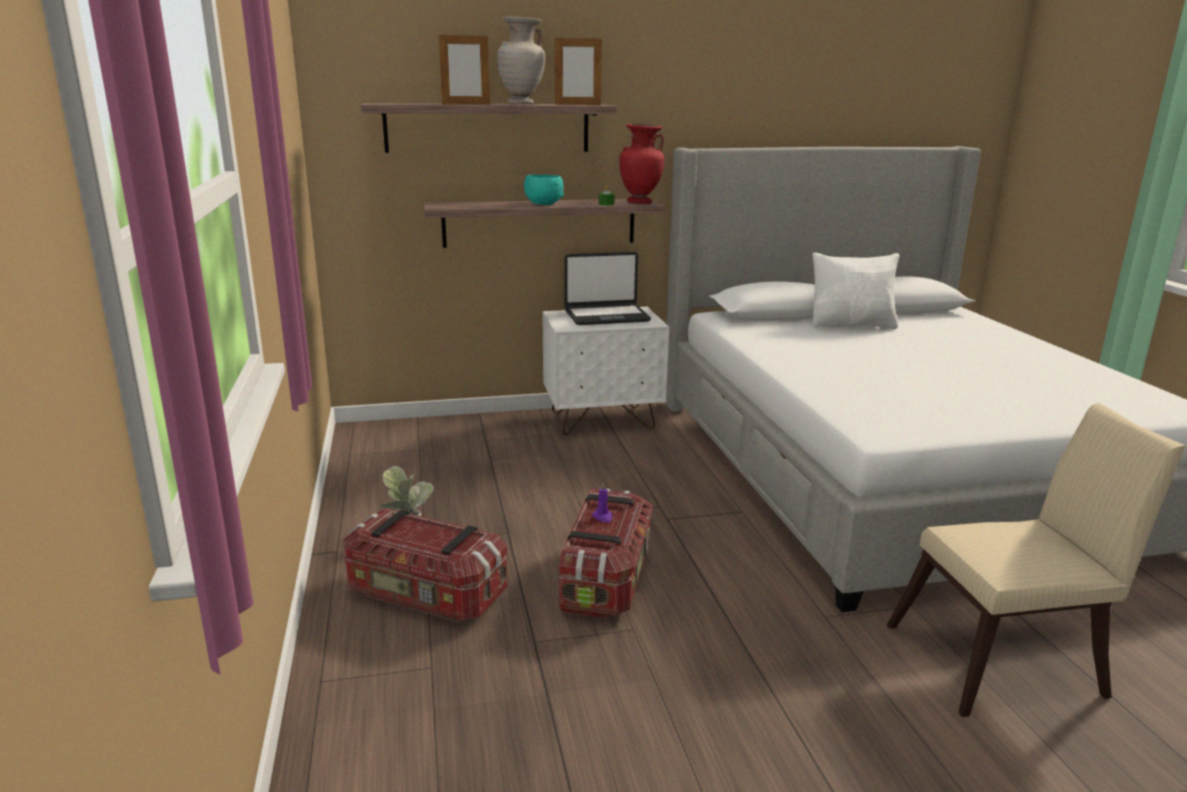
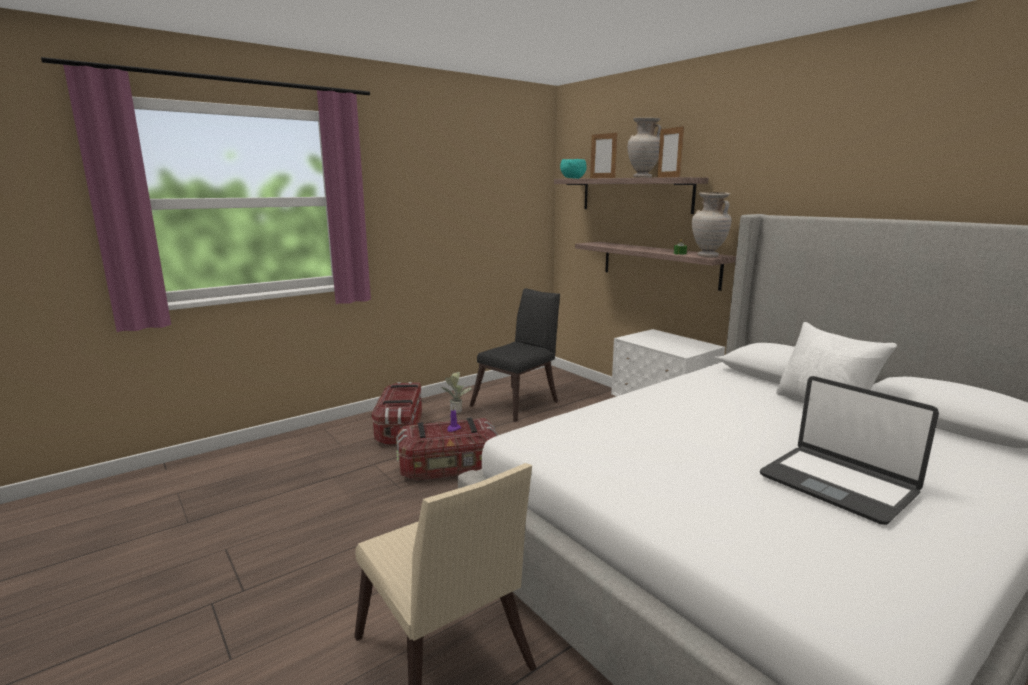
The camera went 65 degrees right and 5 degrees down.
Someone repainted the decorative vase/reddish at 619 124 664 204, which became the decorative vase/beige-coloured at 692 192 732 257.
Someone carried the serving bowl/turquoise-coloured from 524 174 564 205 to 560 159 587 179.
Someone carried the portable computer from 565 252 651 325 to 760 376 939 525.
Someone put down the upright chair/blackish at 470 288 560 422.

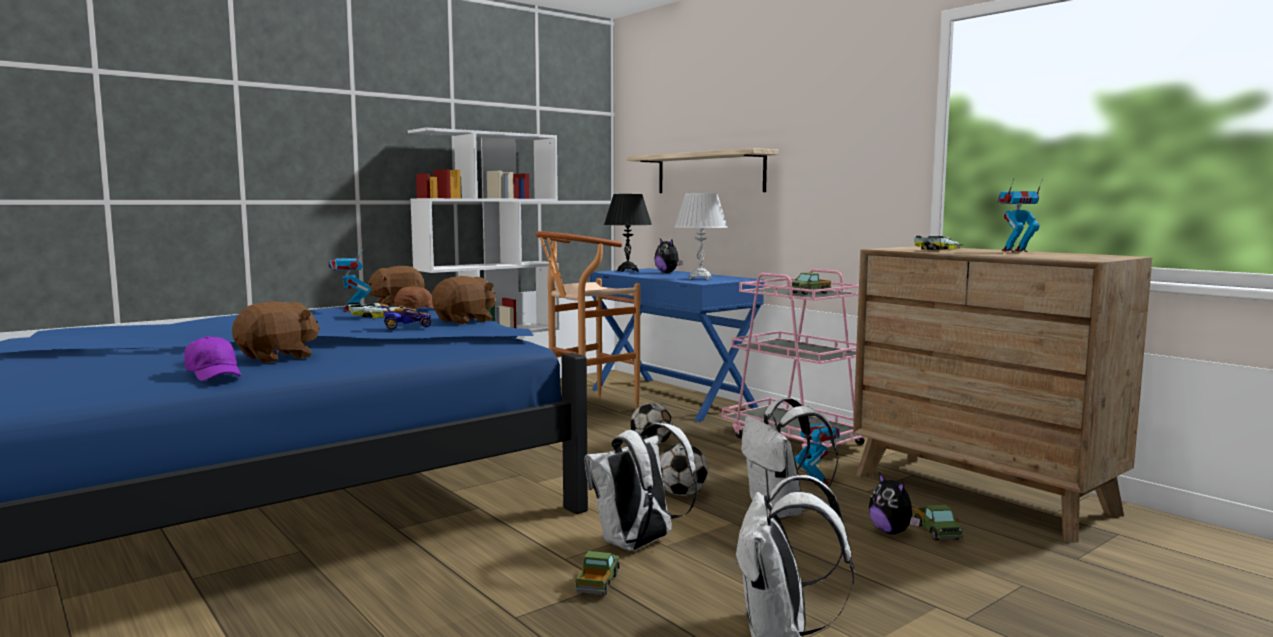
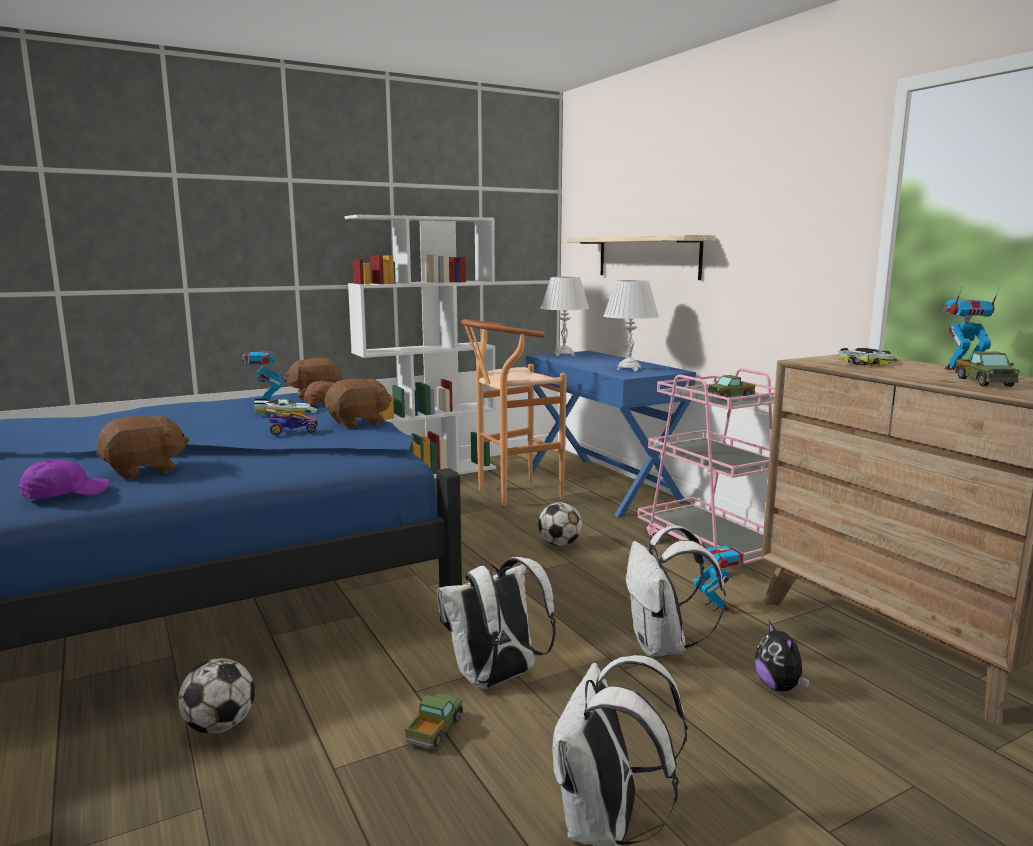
The camera went 10 degrees right and 5 degrees up.
Someone repainted the tabletop lamp/blackish at 604 194 652 272, which became the tabletop lamp/white-coloured at 541 277 589 356.
Someone took away the plush toy at 654 239 683 273.
Someone rotated the baseball cap/purplish at 184 336 241 381 by 90 degrees counterclockwise.
Someone carried the football ball from 660 444 708 496 to 178 658 255 734.
Someone carried the model truck from 914 505 963 541 to 955 351 1020 387.

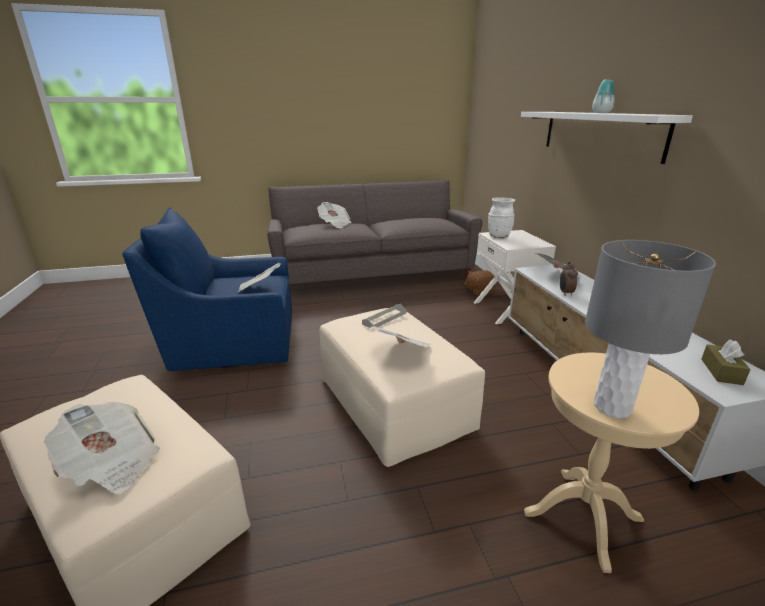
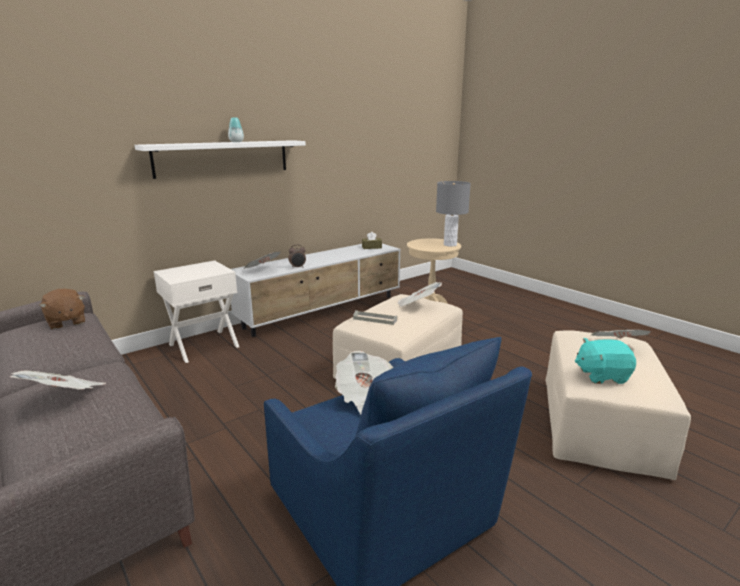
The camera went 115 degrees left and 5 degrees down.
Someone took away the decorative vase/white-coloured at 488 197 515 238.
Someone carried the plush toy/brownish from 464 270 496 295 to 39 289 85 329.
Someone put down the plush toy/turquoise-coloured at 575 338 636 384.

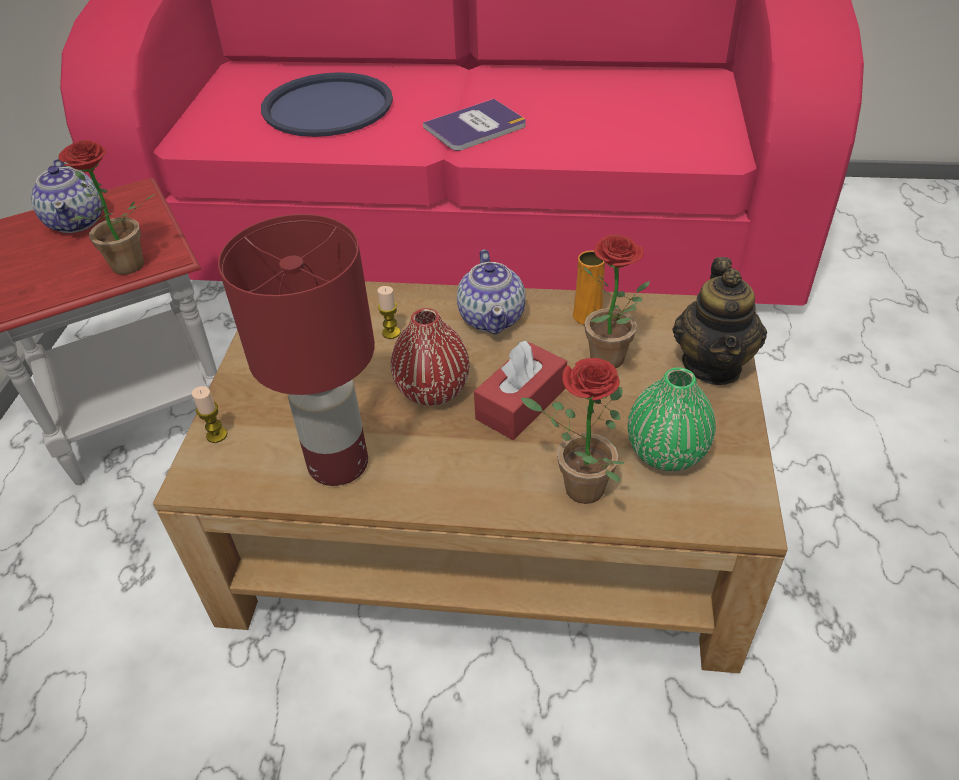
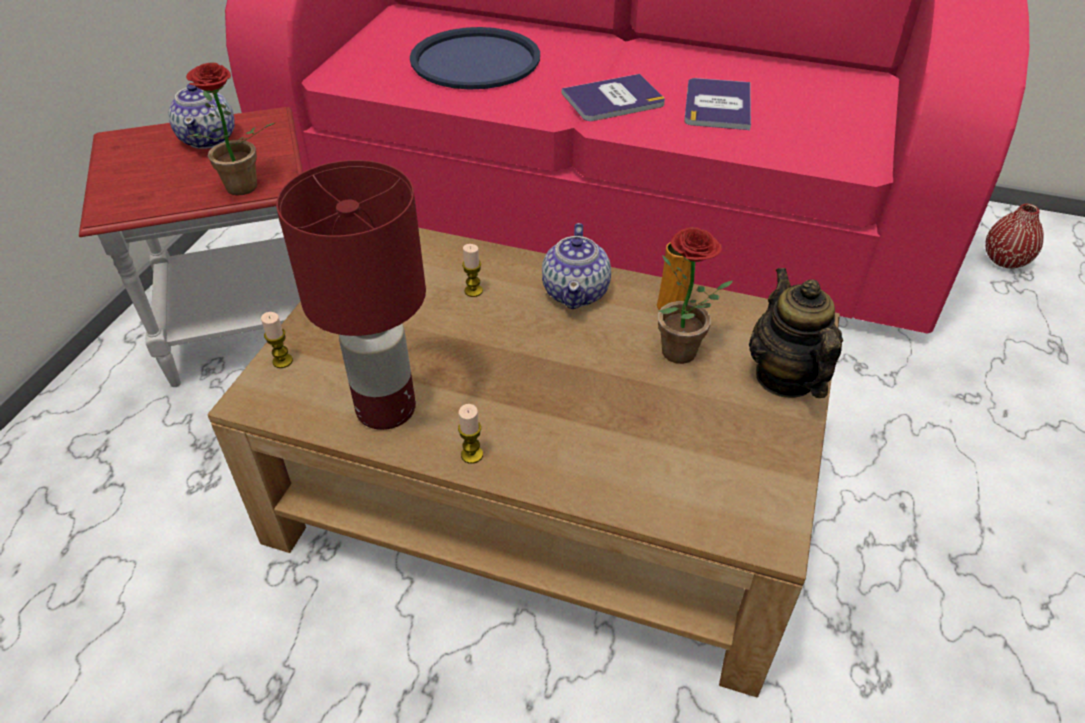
The camera went 10 degrees right and 0 degrees up.
Someone rotated the pot for tea at 672 257 767 385 by 150 degrees clockwise.
Someone carried the decorative vase/reddish from 391 308 469 405 to 985 204 1044 268.
Someone took away the tissue box/reddish at 474 341 567 440.
Someone took away the houseplant at 521 358 625 504.
Someone took away the decorative vase/greenish at 628 367 716 471.
Someone put down the book at 684 78 751 130.
Someone put down the candle at 458 404 483 464.

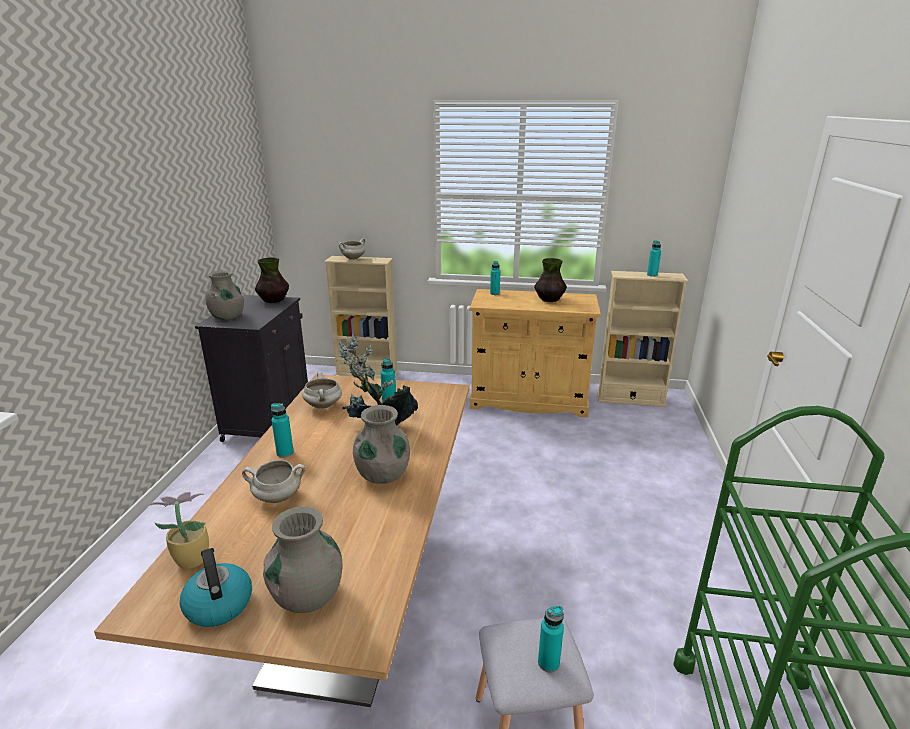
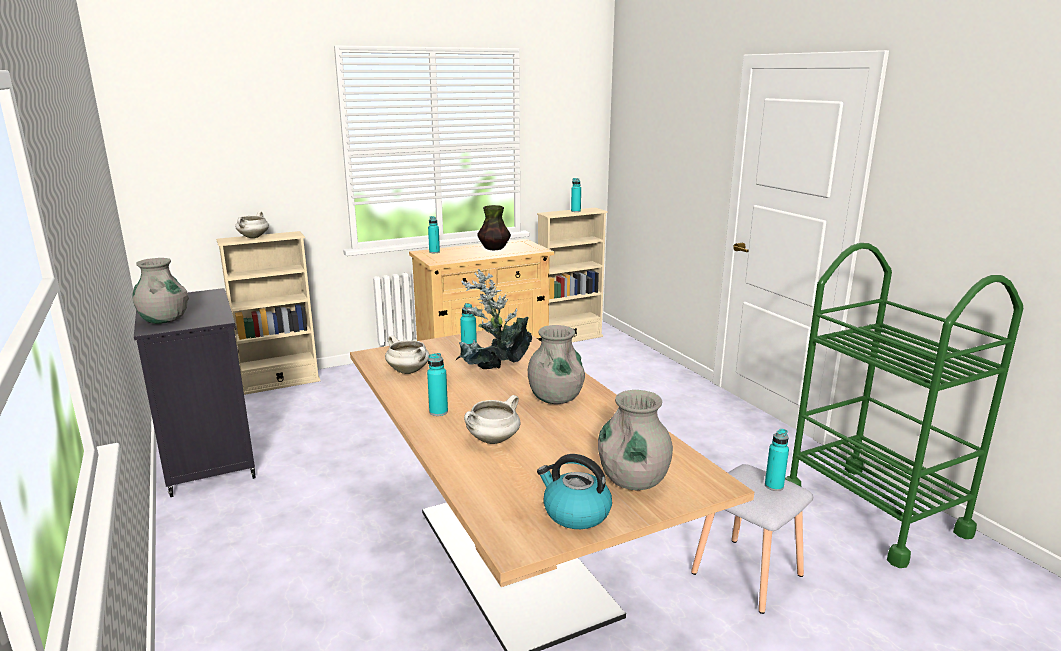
The camera went 35 degrees left and 5 degrees down.
Someone took away the decorative vase at 255 257 289 303.
Someone took away the houseplant at 149 492 209 569.

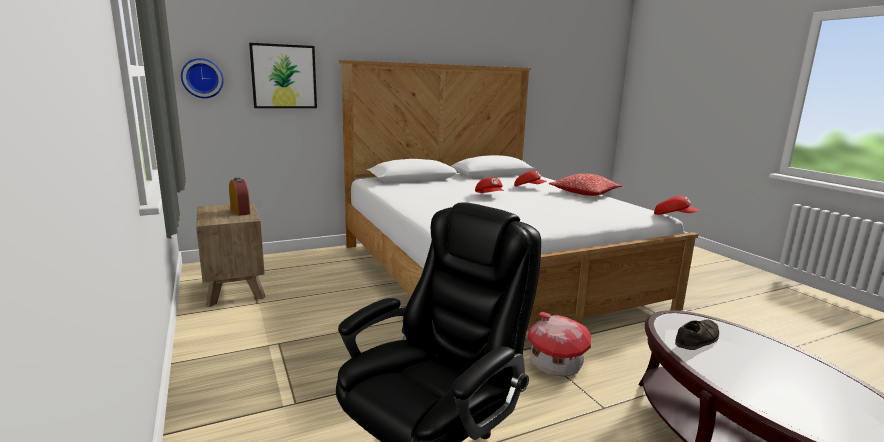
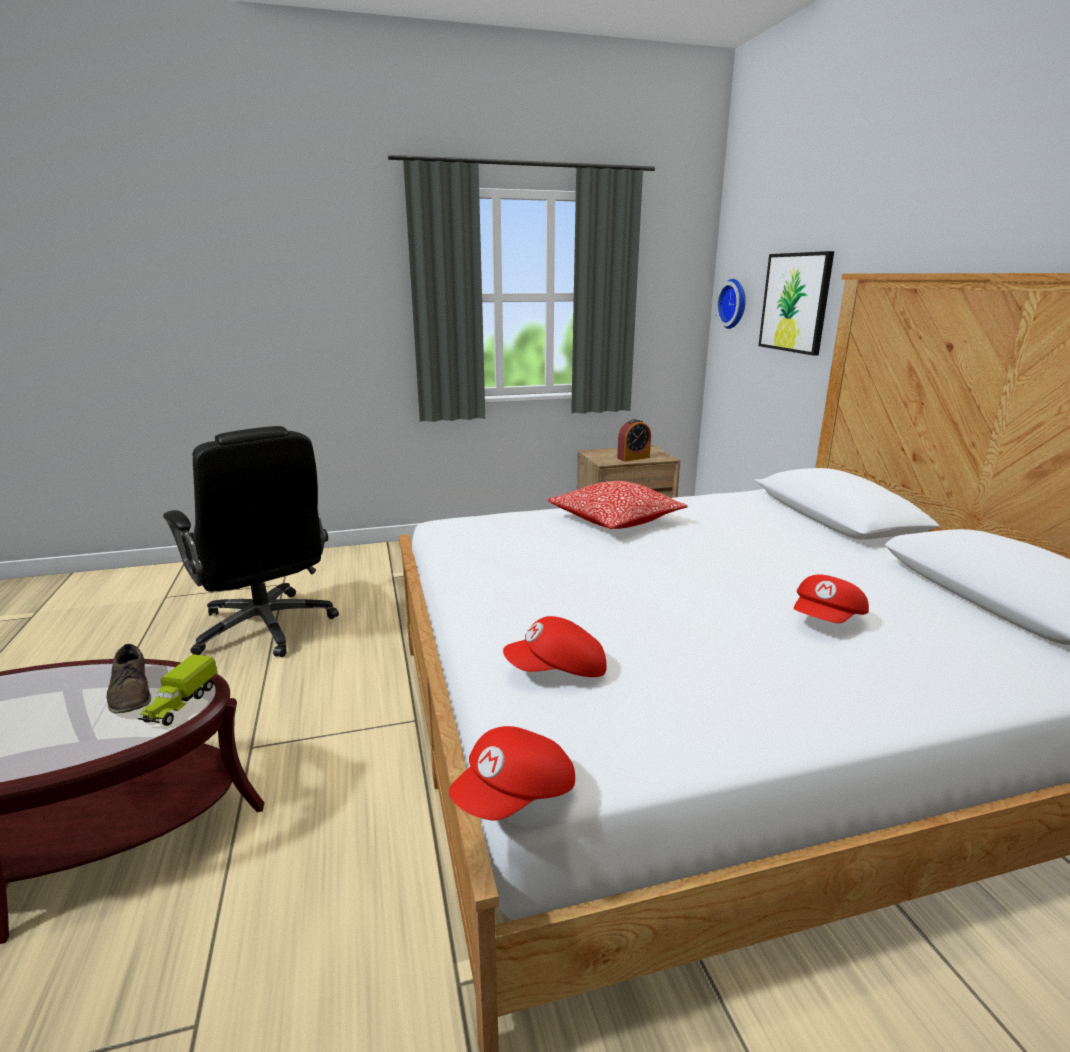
The camera went 100 degrees right and 5 degrees up.
Someone carried the pillow from 549 174 623 196 to 547 481 688 529.
Someone carried the baseball cap/reddish from 475 177 504 193 to 503 616 607 677.
Someone took away the toy house at 528 312 591 376.
Someone put down the model truck at 138 654 217 726.

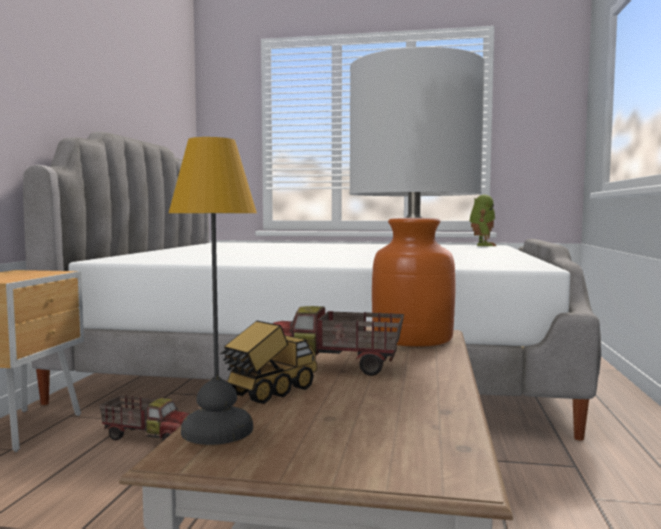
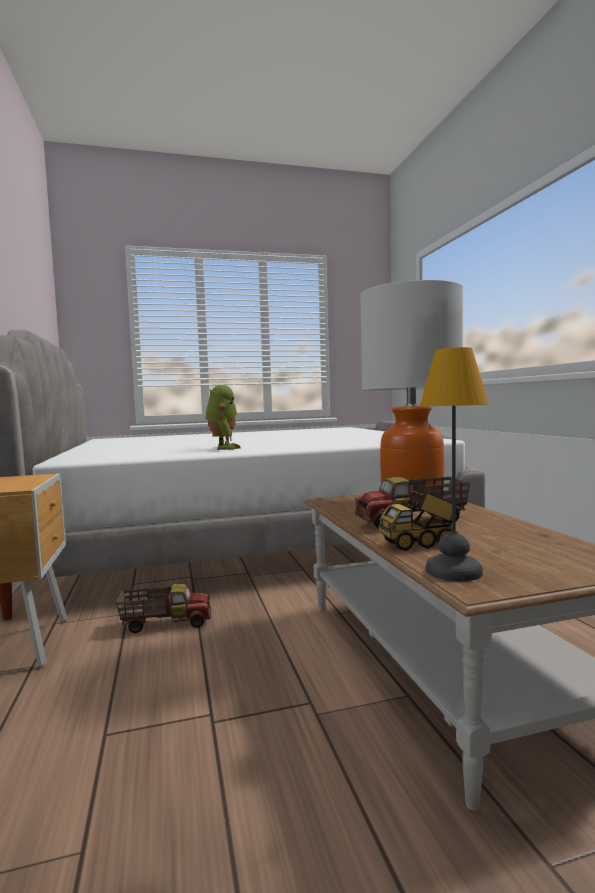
The camera went 25 degrees left and 0 degrees up.
Someone carried the robot figure from 469 195 497 246 to 205 385 241 450.
Someone rotated the model truck at 221 321 317 404 by 120 degrees counterclockwise.

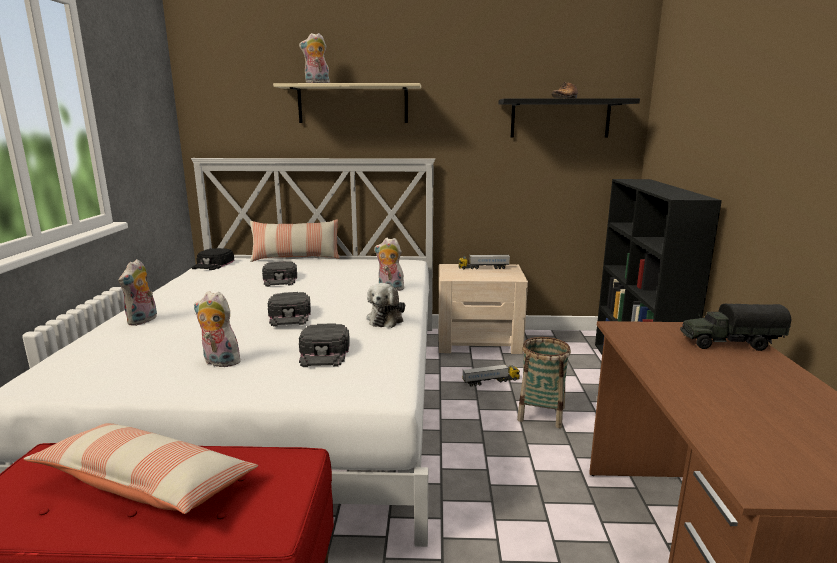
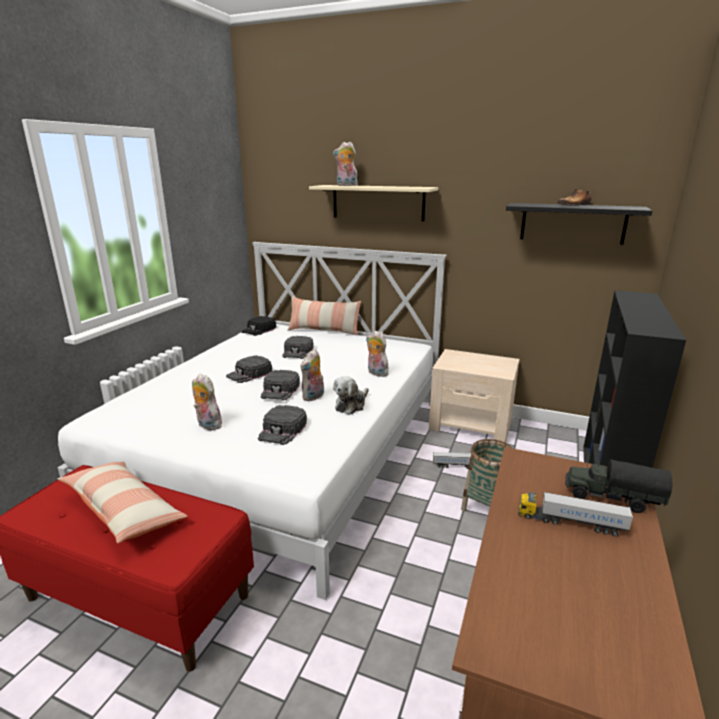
The camera went 20 degrees right and 5 degrees up.
Someone carried the model truck from 458 255 510 269 to 518 492 633 536.
Someone carried the plush toy from 119 259 157 326 to 301 349 324 401.
Someone put down the baseball cap/blackish at 226 355 272 383.

